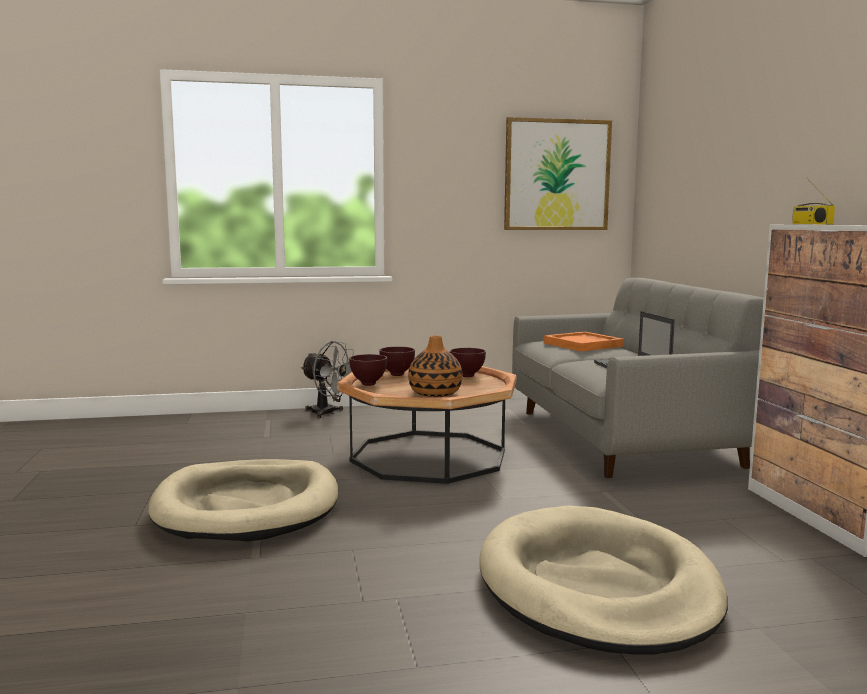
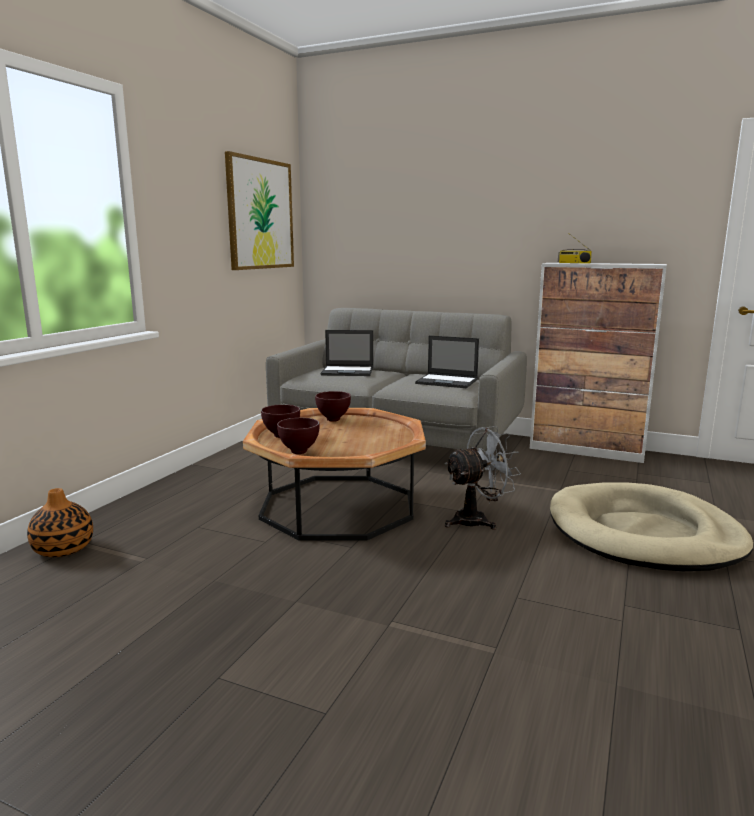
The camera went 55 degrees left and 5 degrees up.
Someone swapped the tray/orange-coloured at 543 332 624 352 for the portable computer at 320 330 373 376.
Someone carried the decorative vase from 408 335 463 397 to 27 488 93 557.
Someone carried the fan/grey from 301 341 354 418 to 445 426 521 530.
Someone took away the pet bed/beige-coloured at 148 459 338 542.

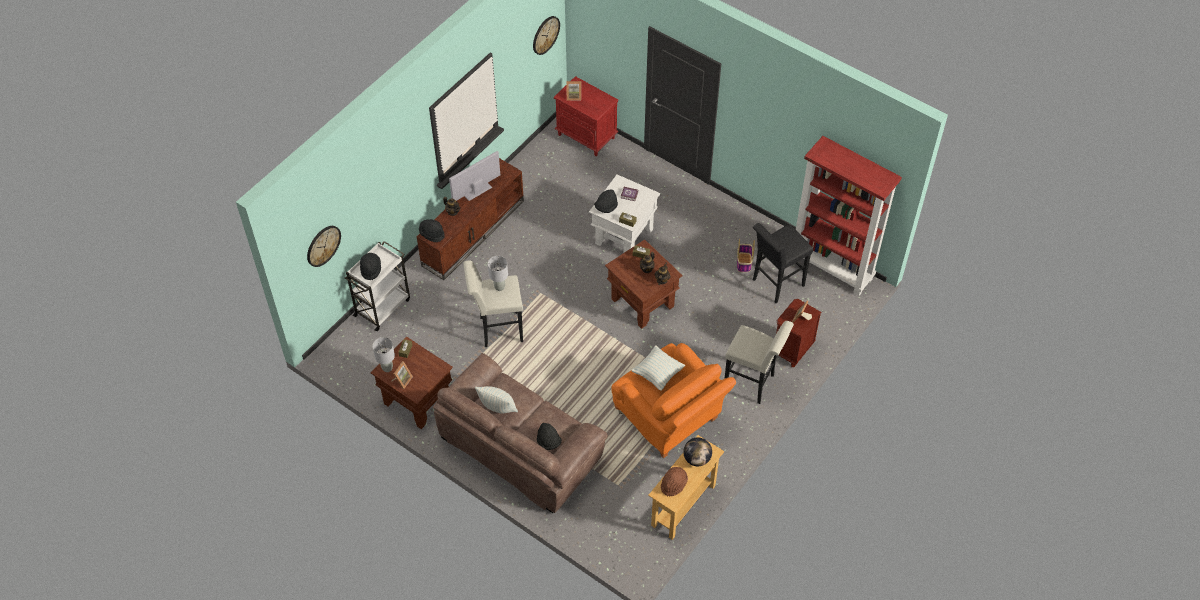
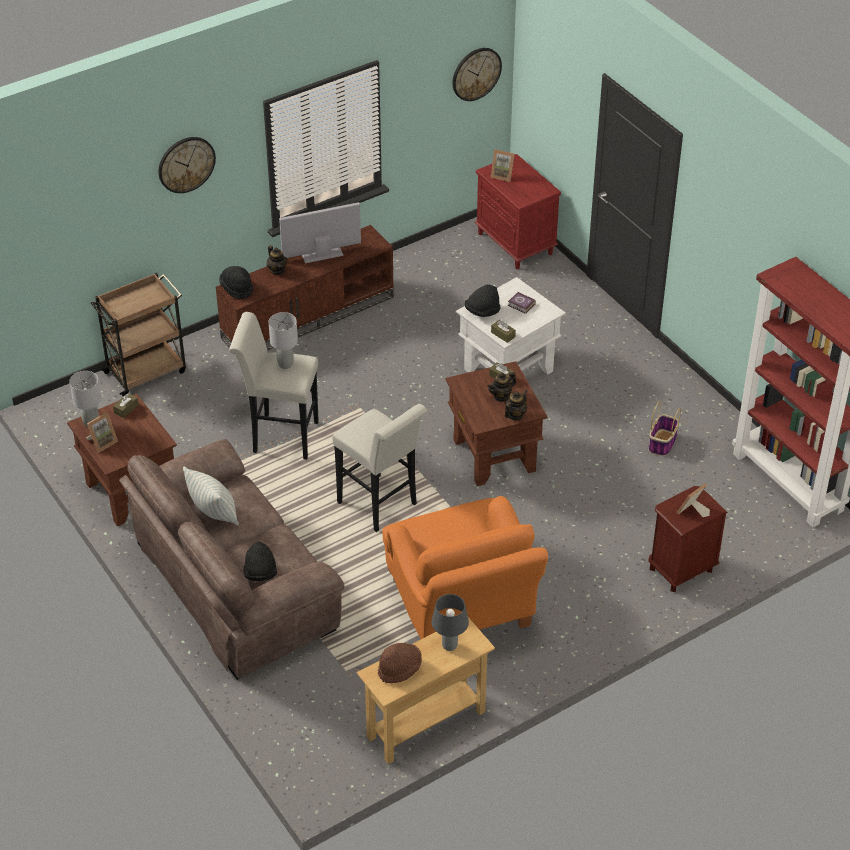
The camera went 20 degrees right and 10 degrees down.
Someone took away the stool seat/blackish at 753 223 813 303.
Someone carried the clock on the wall from 307 226 341 267 to 158 137 216 193.
Someone repainted the cart/white-coloured at 345 241 410 331, which became the cart/brownish at 91 273 186 397.
Someone took away the wearable hat/blackish at 360 253 381 280.
Someone carried the stool seat/white-coloured from 725 321 794 404 to 332 404 427 532.
Someone took away the pillow at 631 346 685 391.
Someone swapped the world globe at 683 437 712 466 for the tabletop lamp/grey at 432 594 469 651.

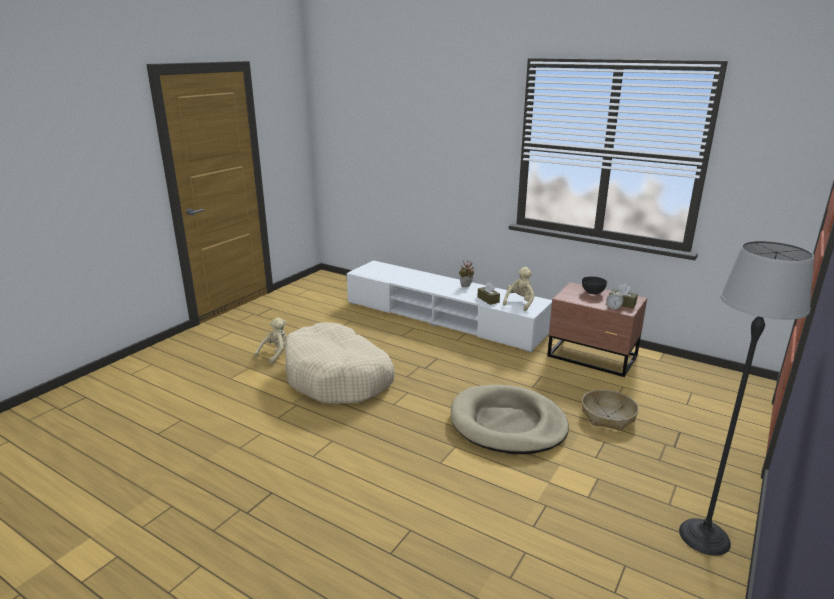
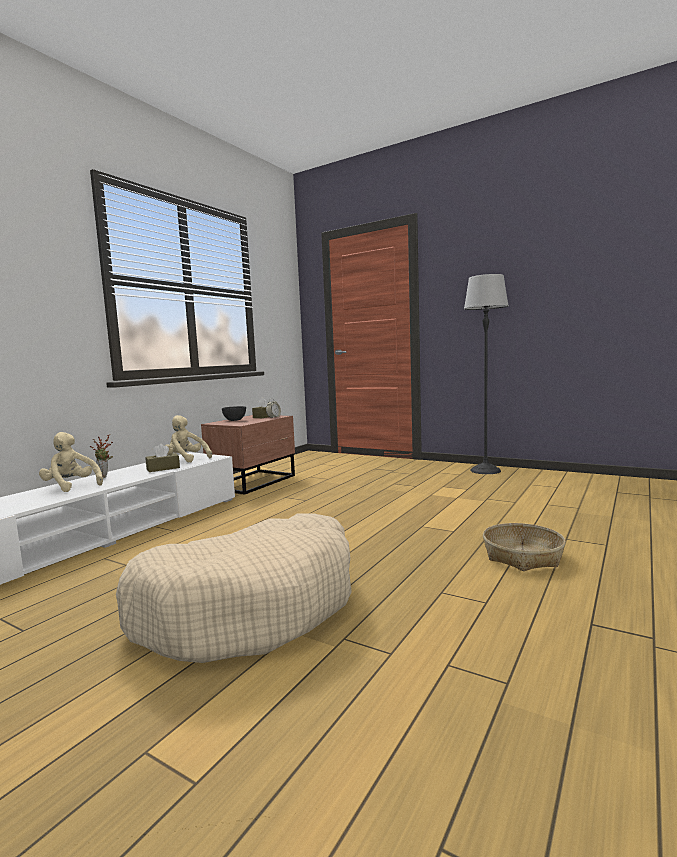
The camera went 90 degrees left and 15 degrees down.
Someone carried the plush toy/beige-coloured from 254 318 287 364 to 39 432 103 492.
Someone took away the pet bed/beige-coloured at 451 385 569 454.
Someone carried the household basket from 582 389 639 431 to 483 523 566 571.

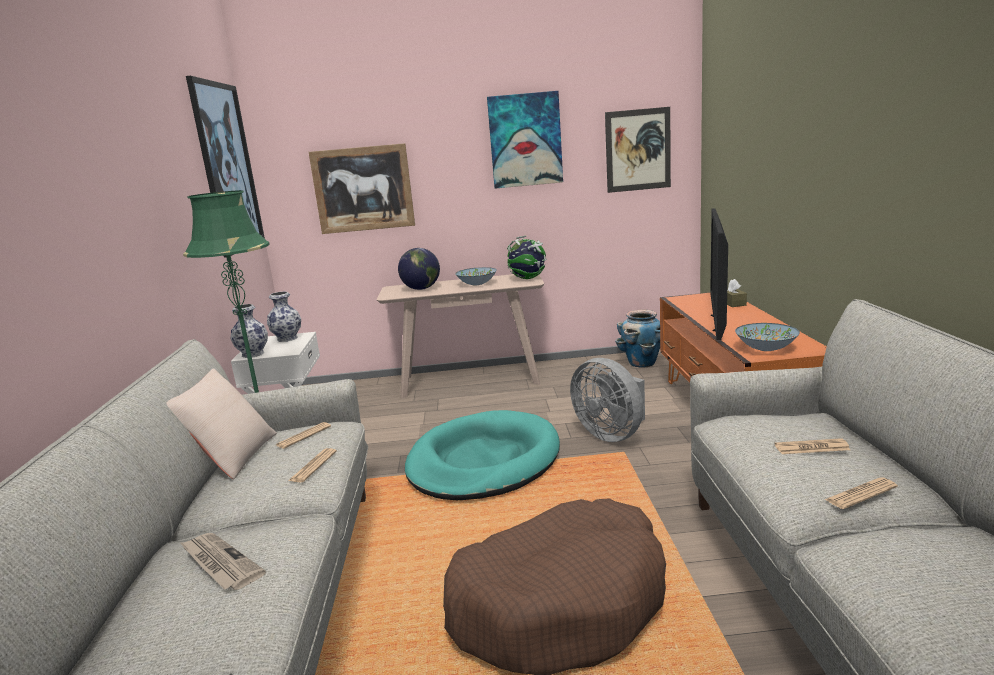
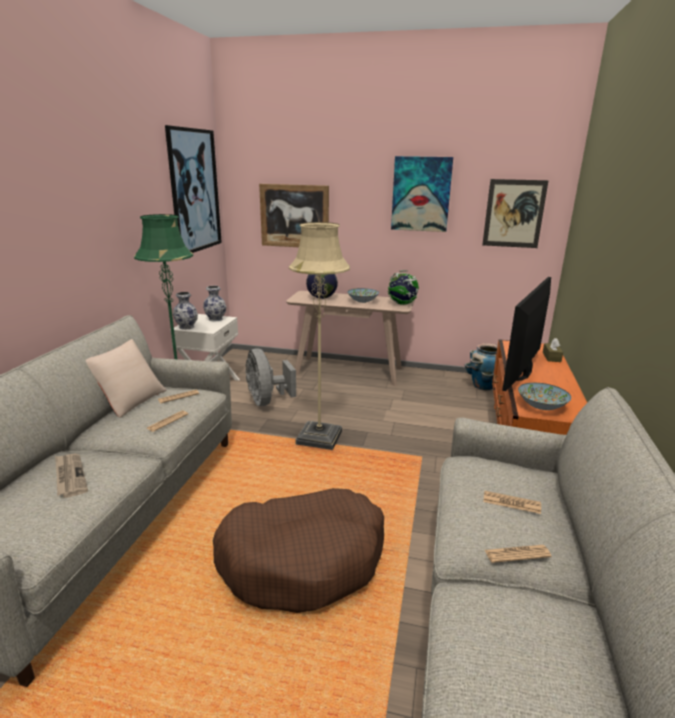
The camera went 15 degrees right and 5 degrees up.
Someone carried the fan/grey from 570 358 645 442 to 245 348 296 406.
Someone swapped the pet bed/turquoise-coloured at 405 410 560 500 for the standard lamp/beige-coloured at 289 222 350 450.

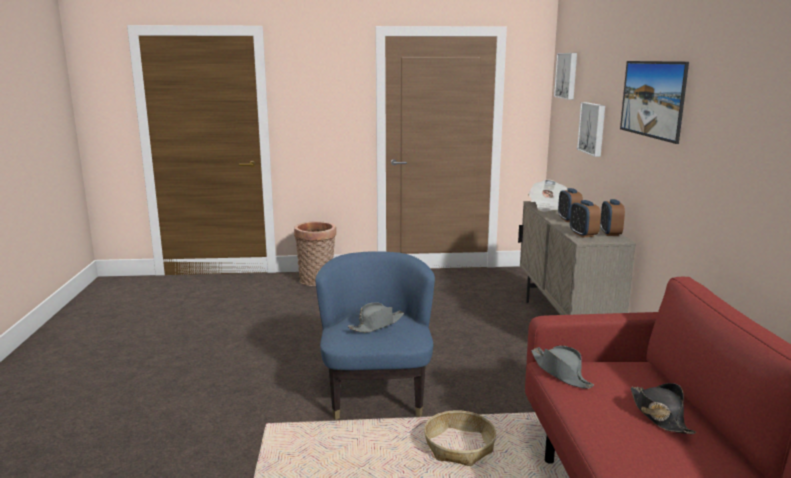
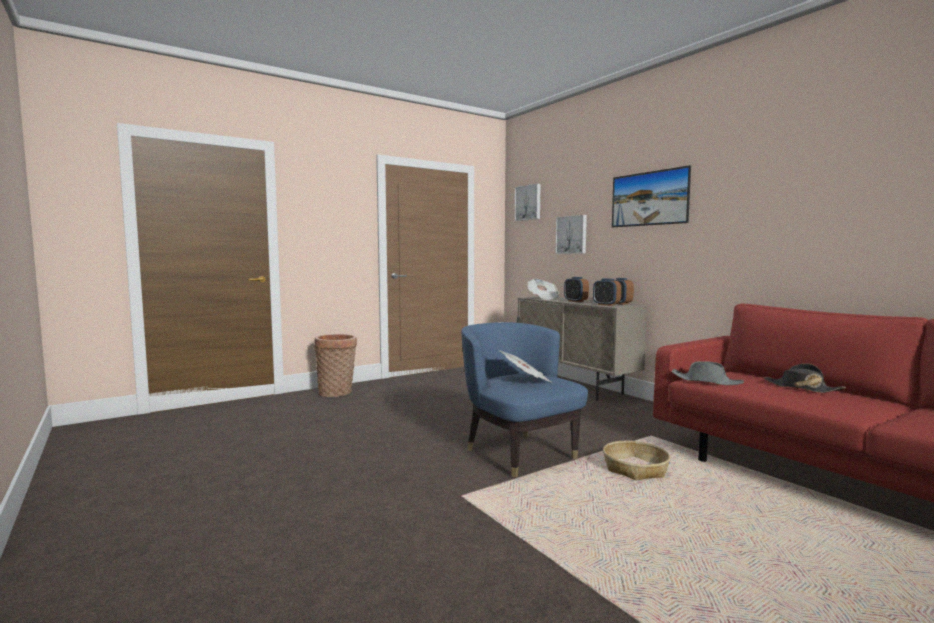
The camera went 30 degrees left and 10 degrees down.
Someone swapped the wearable hat/grey at 348 302 404 333 for the newspaper at 498 350 553 383.

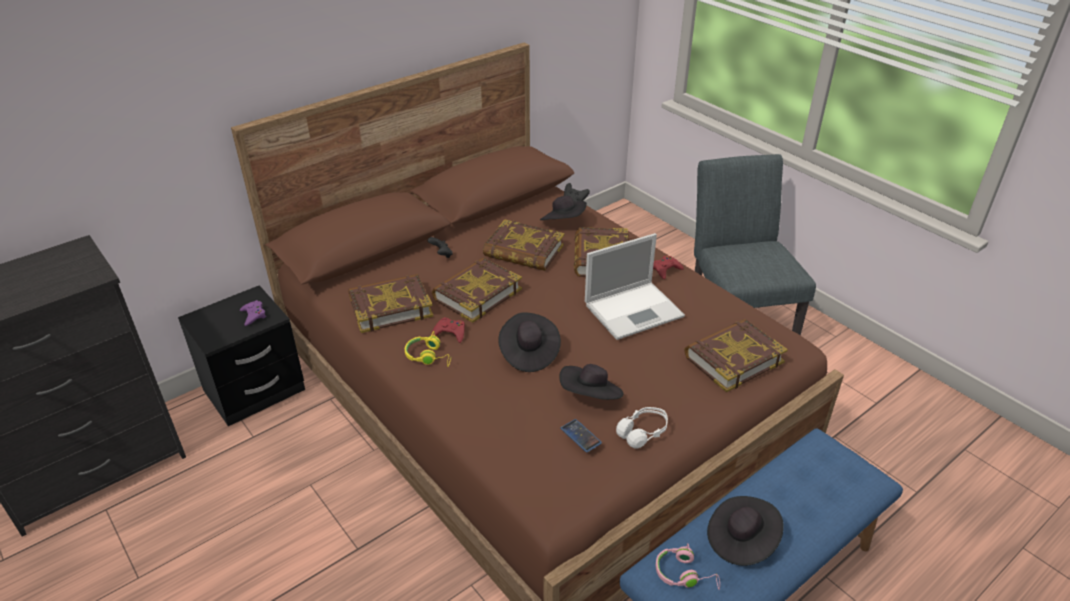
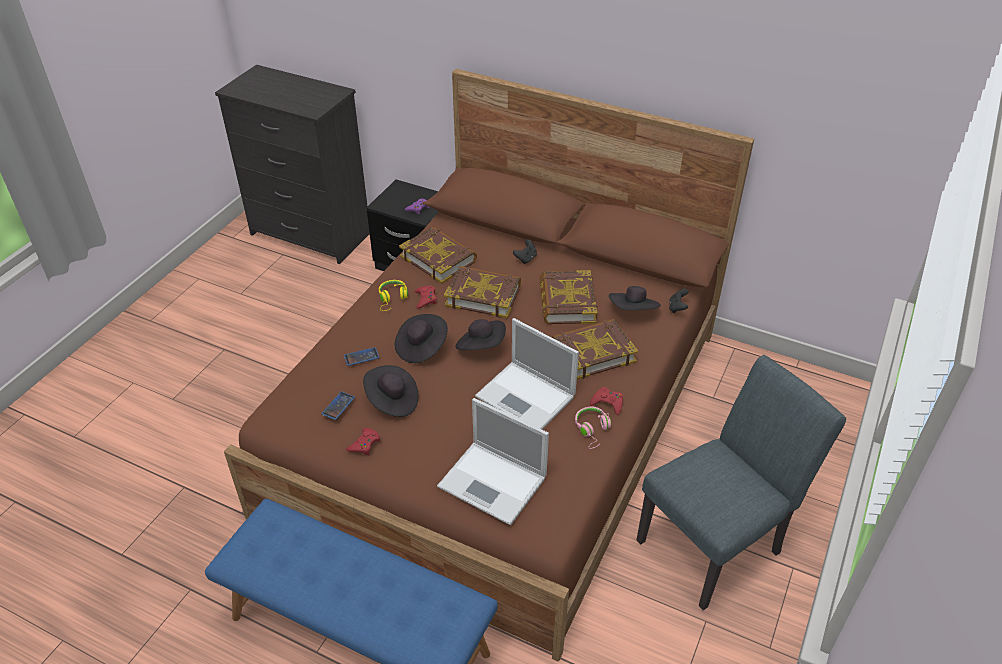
The camera went 65 degrees right and 5 degrees up.
Someone swapped the book at 684 319 788 392 for the portable computer at 437 398 549 525.
Someone swapped the headset/white-coloured at 616 407 668 449 for the joypad/reddish at 346 428 380 455.
Someone carried the wearable hat/blackish from 707 496 784 566 to 456 319 506 350.
Someone carried the headset/pink-coloured from 656 543 720 590 to 575 407 611 449.
Someone put down the handset at 344 347 380 366.

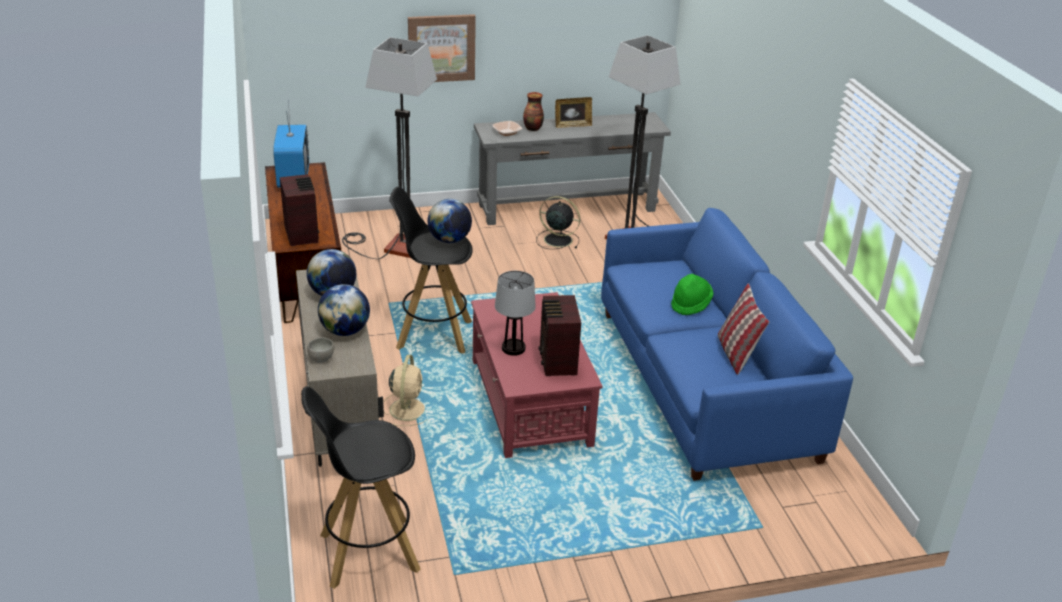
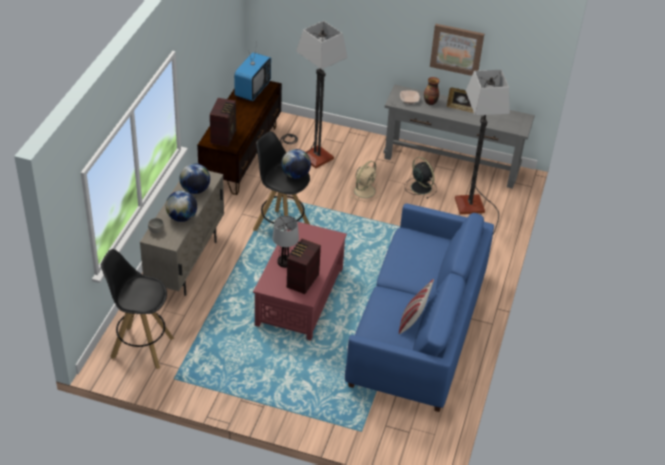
The camera went 30 degrees right and 10 degrees up.
Someone carried the wall picture from 408 14 476 82 to 430 24 484 76.
Someone took away the wearable hat/greenish at 671 274 714 315.
Someone carried the fan/beige-coloured from 383 355 428 426 to 351 161 381 201.

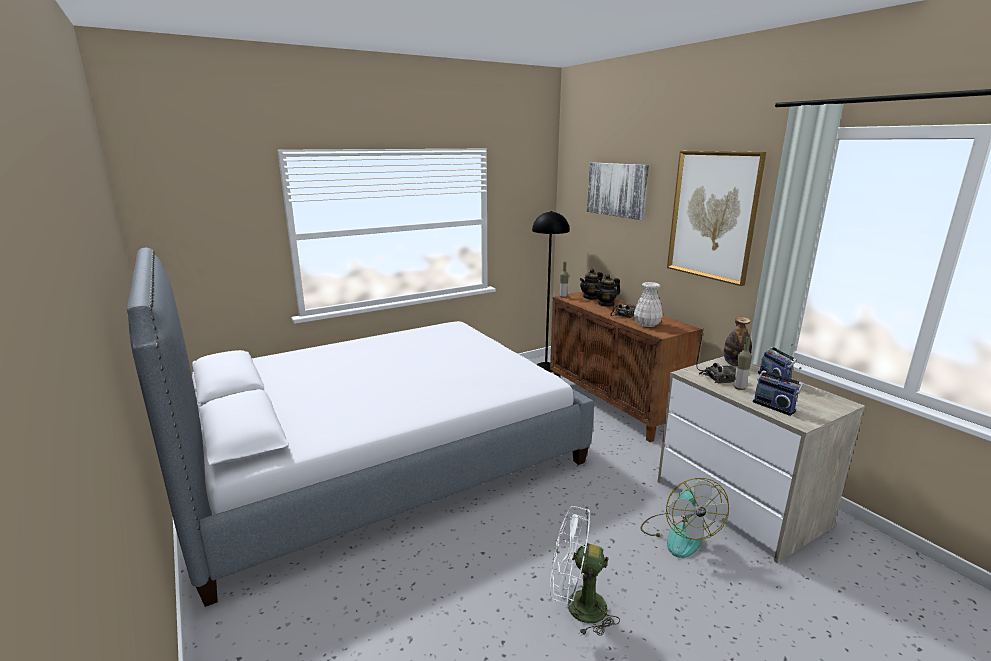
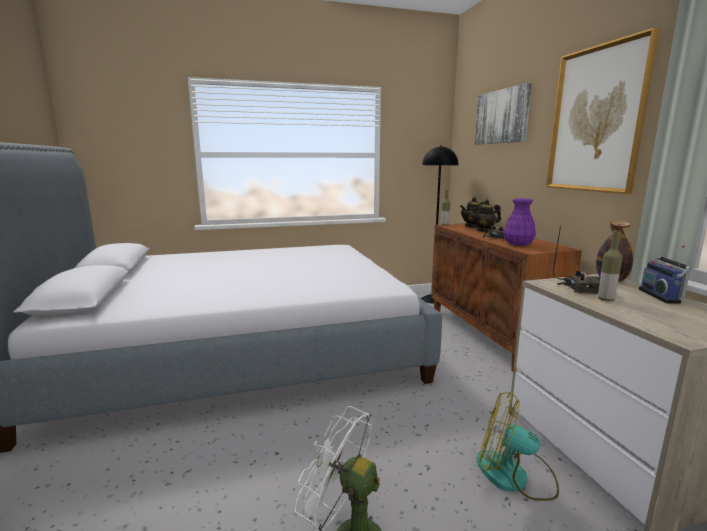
The camera went 15 degrees right and 5 degrees down.
Someone repainted the decorative vase/white-coloured at 634 282 663 327, which became the decorative vase/purplish at 503 198 536 246.
Someone took away the radio set at 753 367 803 416.
Someone rotated the fan at 641 478 729 558 by 105 degrees clockwise.

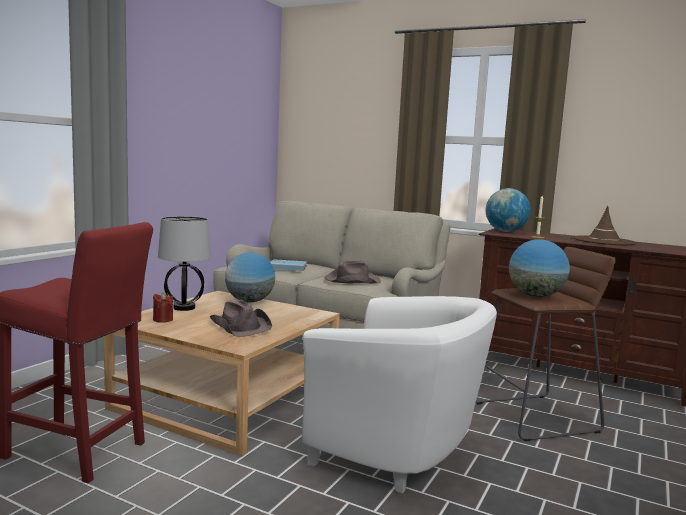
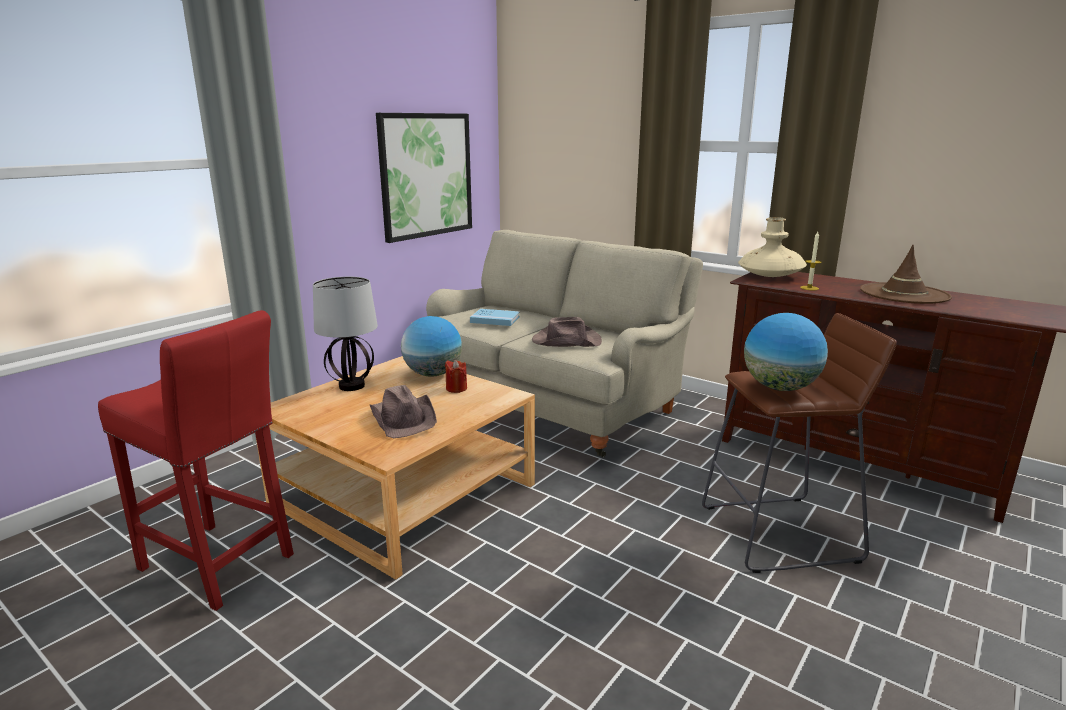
The camera went 10 degrees right and 10 degrees up.
Someone swapped the world globe at 486 188 531 232 for the decorative vase/beige-coloured at 738 217 807 277.
Someone carried the candle/reddish from 153 292 173 323 to 445 360 467 393.
Someone took away the armchair/white-coloured at 302 296 497 494.
Someone put up the wall picture at 376 113 472 243.

